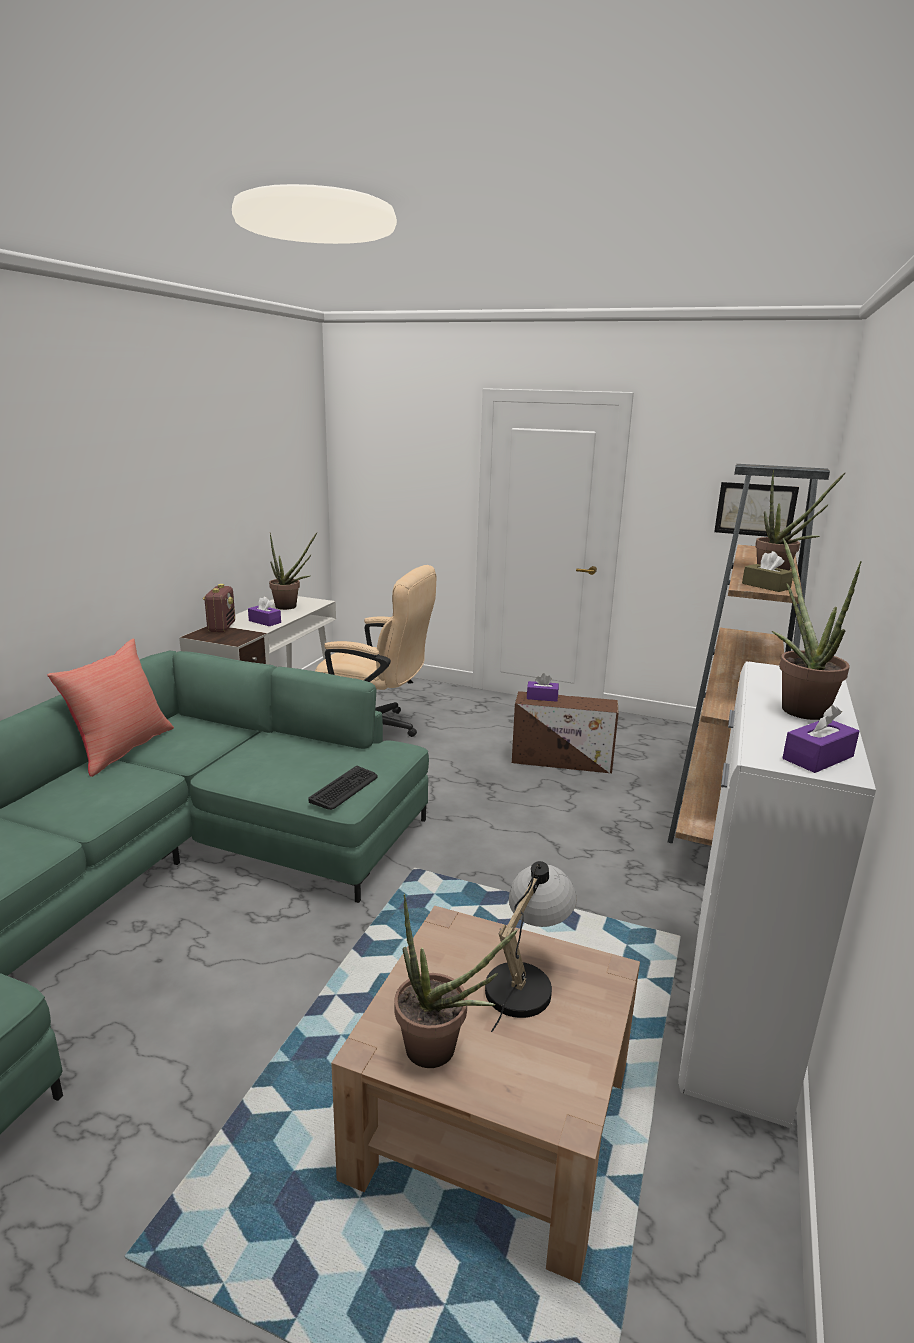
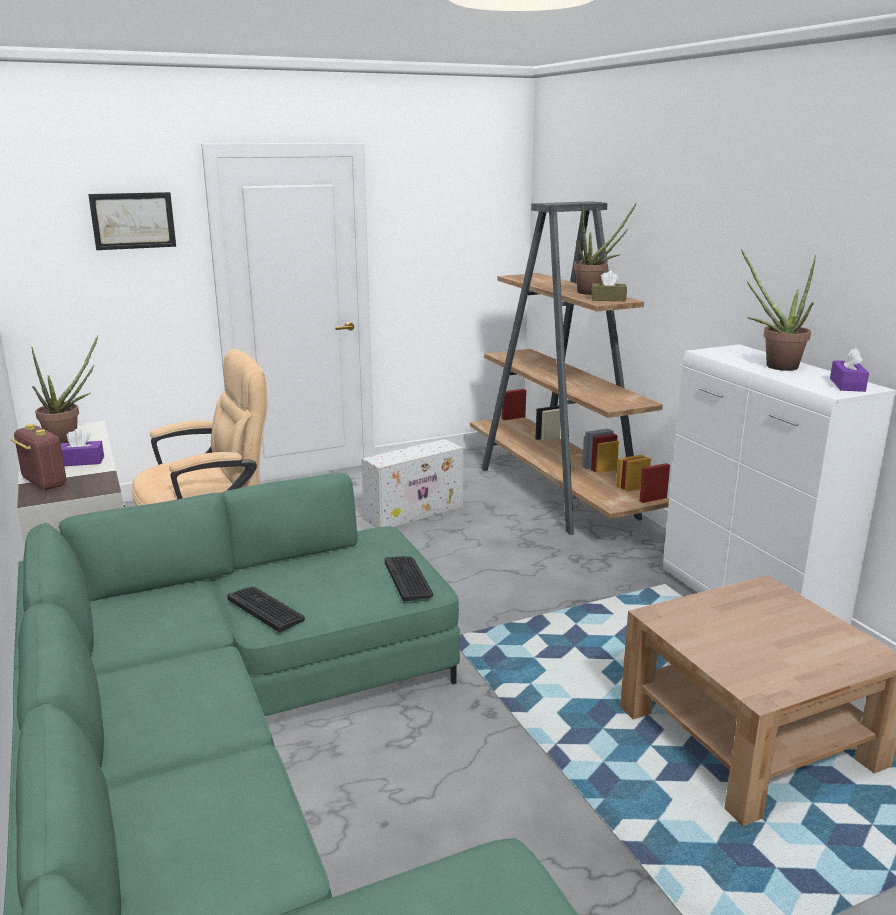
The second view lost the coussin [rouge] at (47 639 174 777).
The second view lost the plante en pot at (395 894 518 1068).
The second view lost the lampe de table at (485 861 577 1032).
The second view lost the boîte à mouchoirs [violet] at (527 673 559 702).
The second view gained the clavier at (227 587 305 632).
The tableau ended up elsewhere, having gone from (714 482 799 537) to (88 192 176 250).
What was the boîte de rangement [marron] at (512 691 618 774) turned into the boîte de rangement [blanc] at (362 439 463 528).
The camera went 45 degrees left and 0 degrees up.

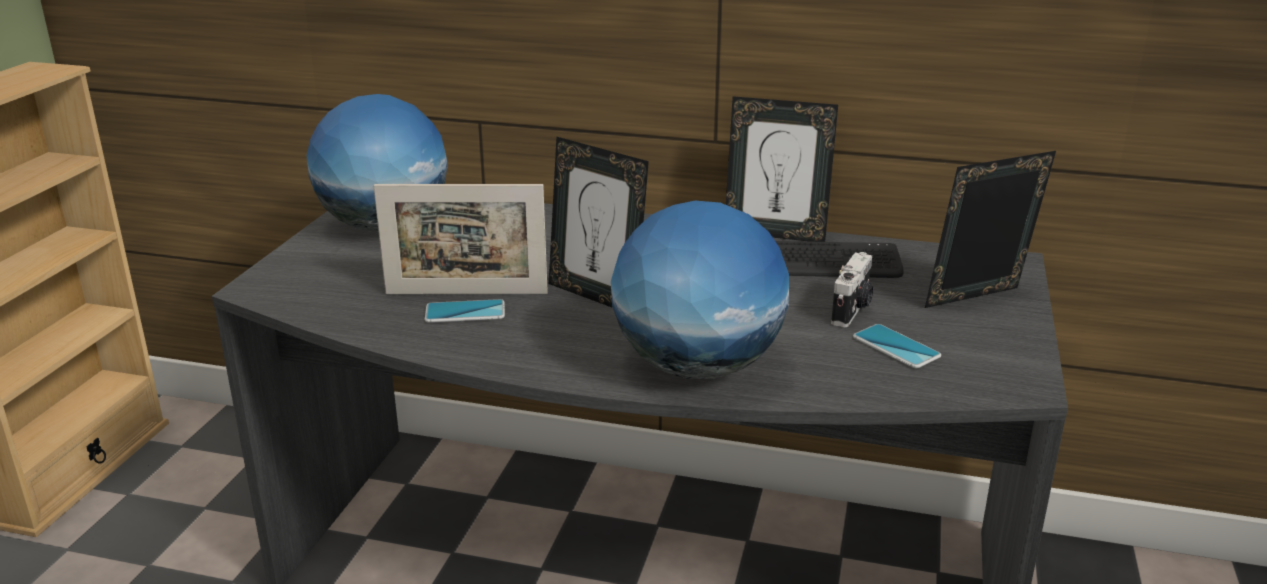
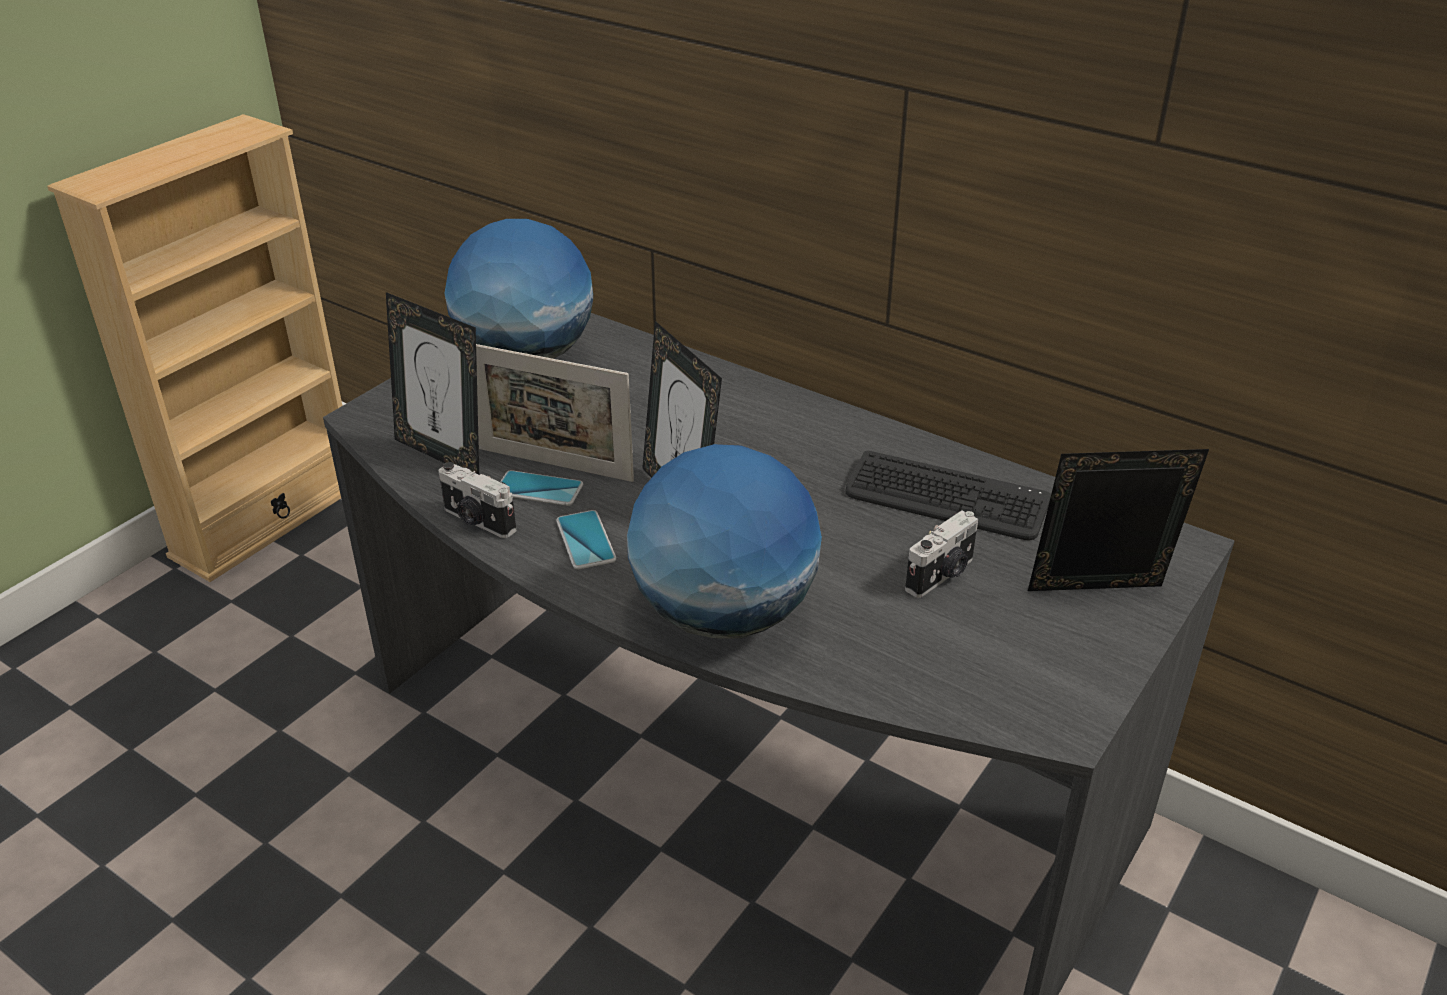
The second view gained the appareil photo at (438 462 516 538).
The cadre photo ended up elsewhere, having gone from (726 96 838 242) to (386 292 479 474).
The téléphone ended up elsewhere, having gone from (853 324 941 368) to (556 510 616 569).
The camera went 20 degrees right and 10 degrees up.

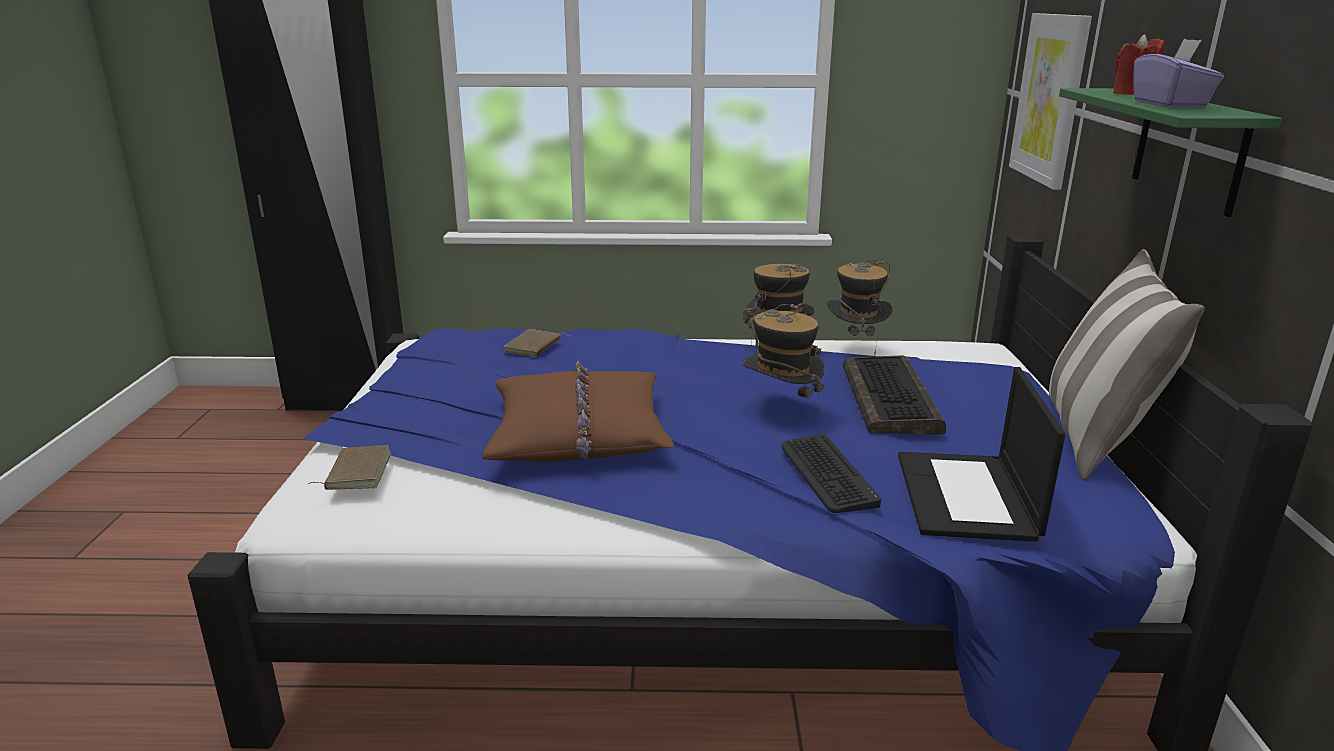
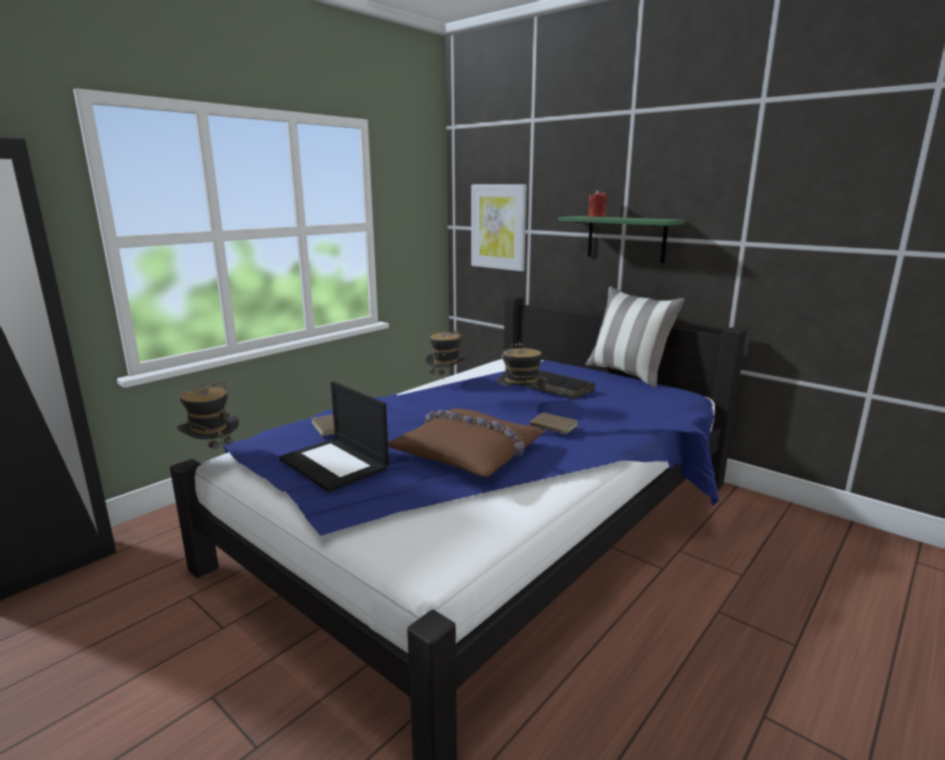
The second view lost the clavier at (782 434 881 513).
The second view lost the boîte à mouchoirs [violet] at (1133 39 1224 108).
The livre [marron] ended up elsewhere, having gone from (308 445 391 490) to (530 413 579 434).
The chapeau ended up elsewhere, having gone from (827 260 893 356) to (177 382 239 459).
The ordinateur portable ended up elsewhere, having gone from (898 367 1066 542) to (279 381 389 492).
The camera went 50 degrees left and 5 degrees down.

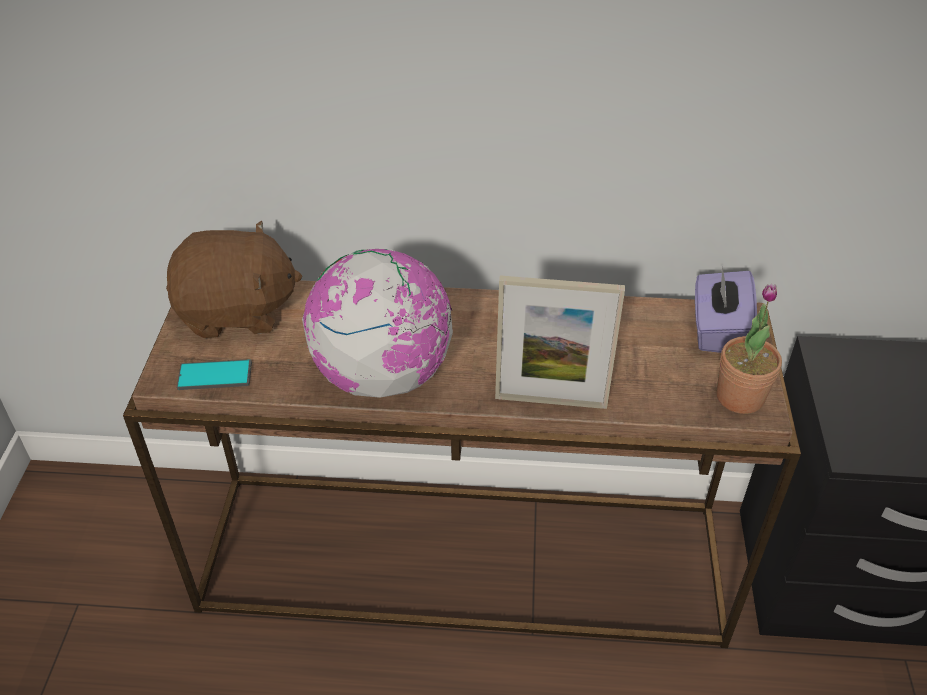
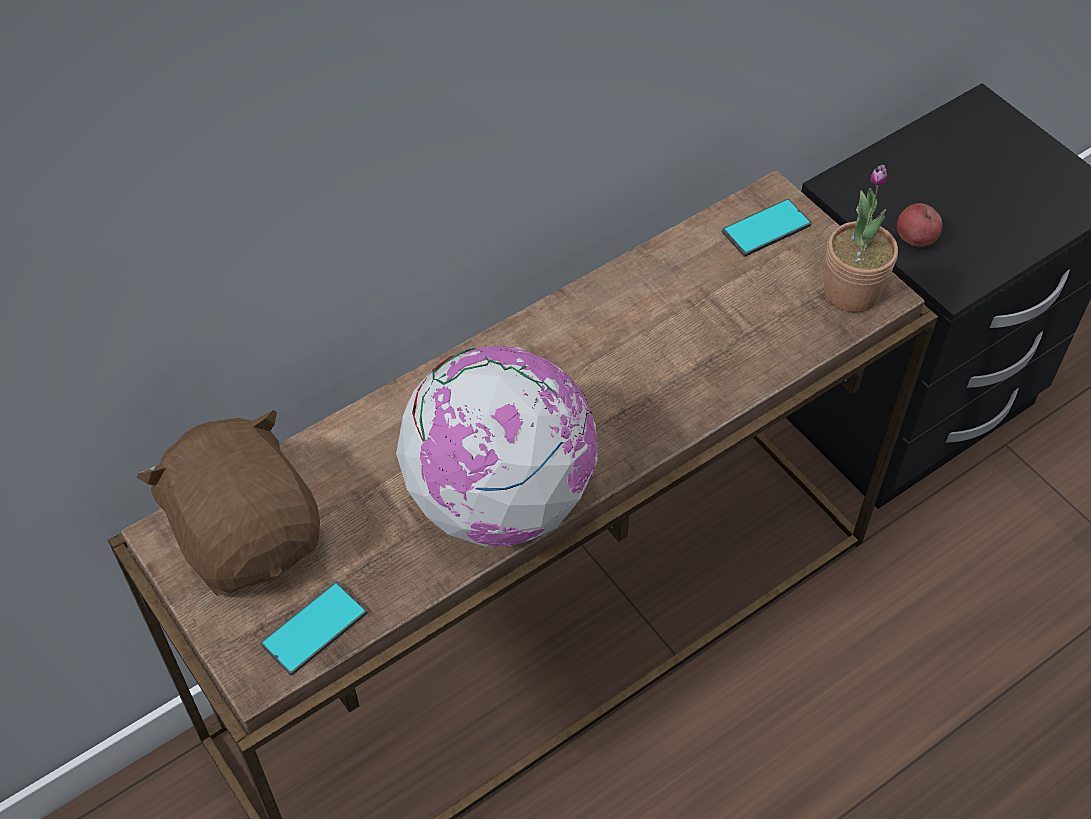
The second view lost the cadre photo at (495 275 625 409).
The second view gained the pomme at (897 203 942 247).
Where the boîte à mouchoirs [violet] stood at (695 266 757 353), the téléphone came to stand at (722 199 811 257).
The peluche [marron] at (166 221 302 339) ended up facing another way, 75 degrees counterclockwise from before.
The camera went 40 degrees left and 10 degrees up.

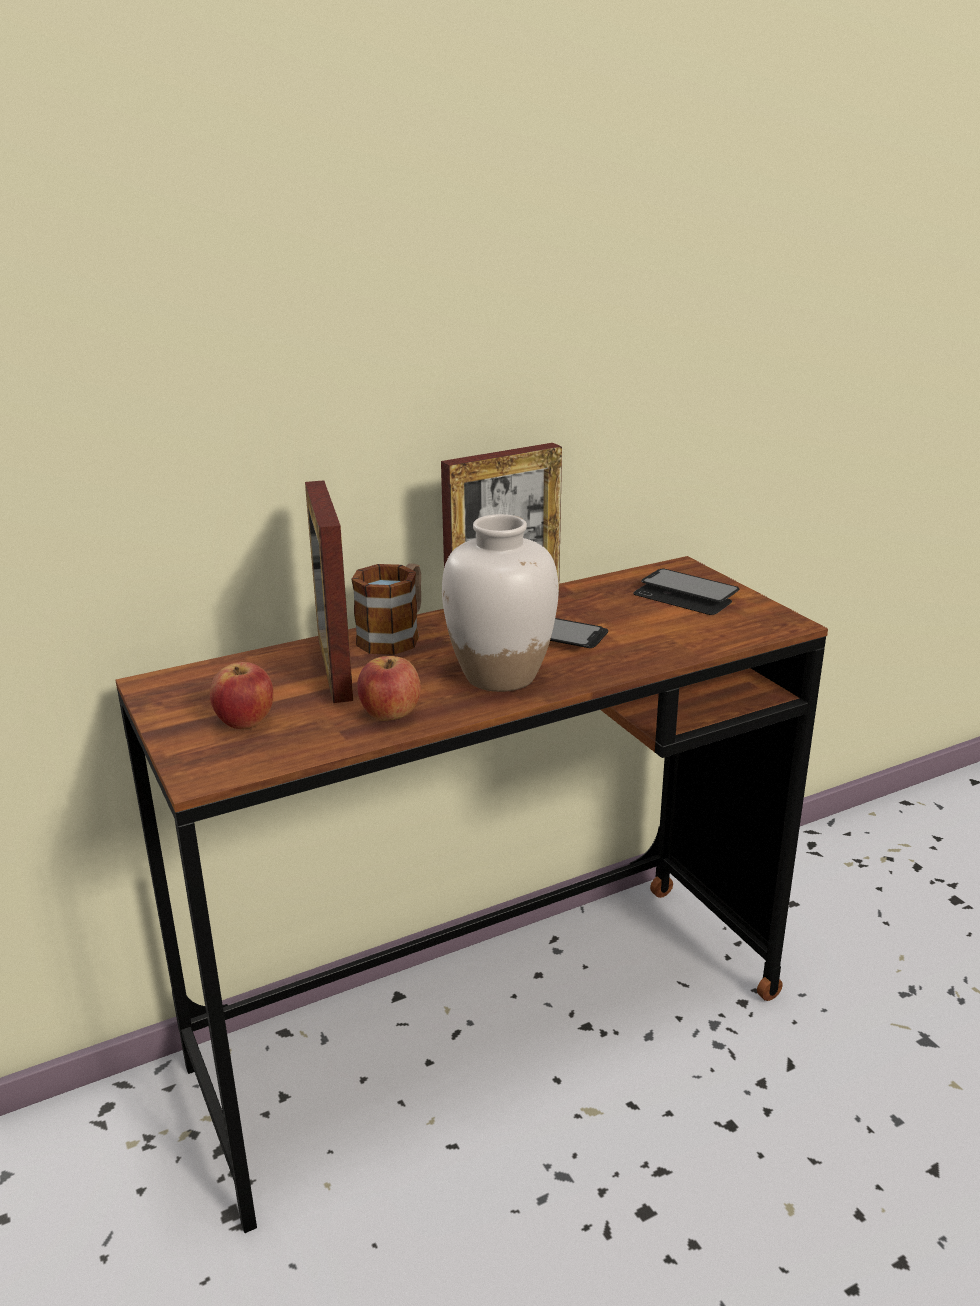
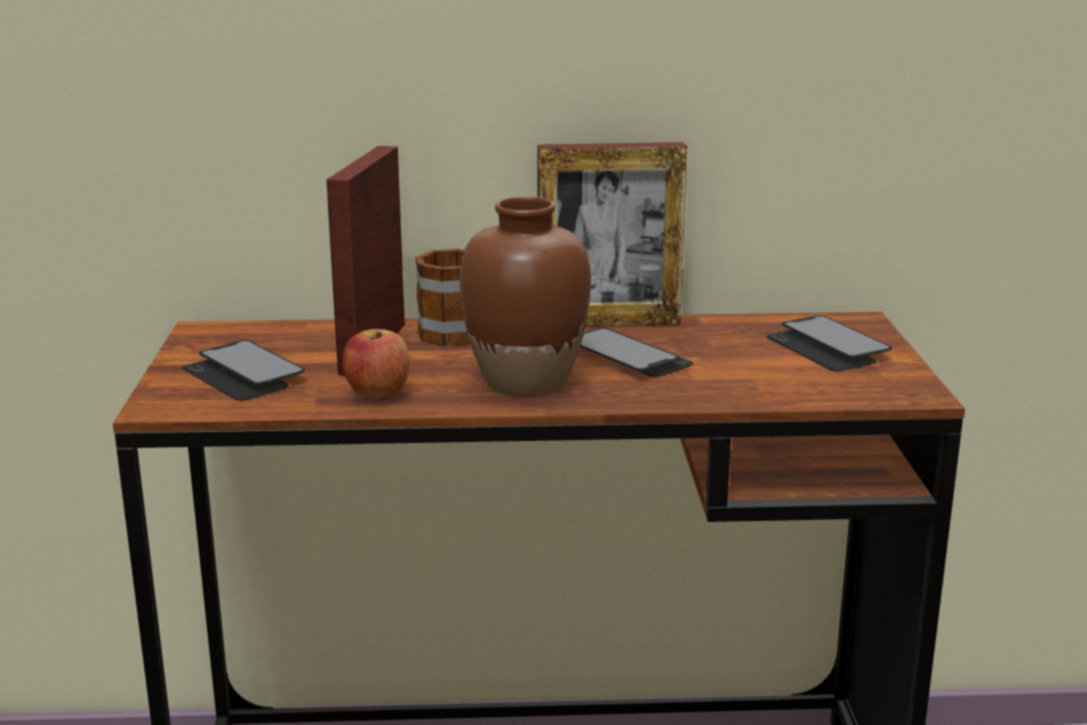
Where the pomme stood at (210 662 273 729), the téléphone came to stand at (182 340 305 400).
What was the vase [blanc] at (442 514 559 692) turned into the vase [marron] at (460 197 591 397).
The camera went 25 degrees right and 5 degrees down.

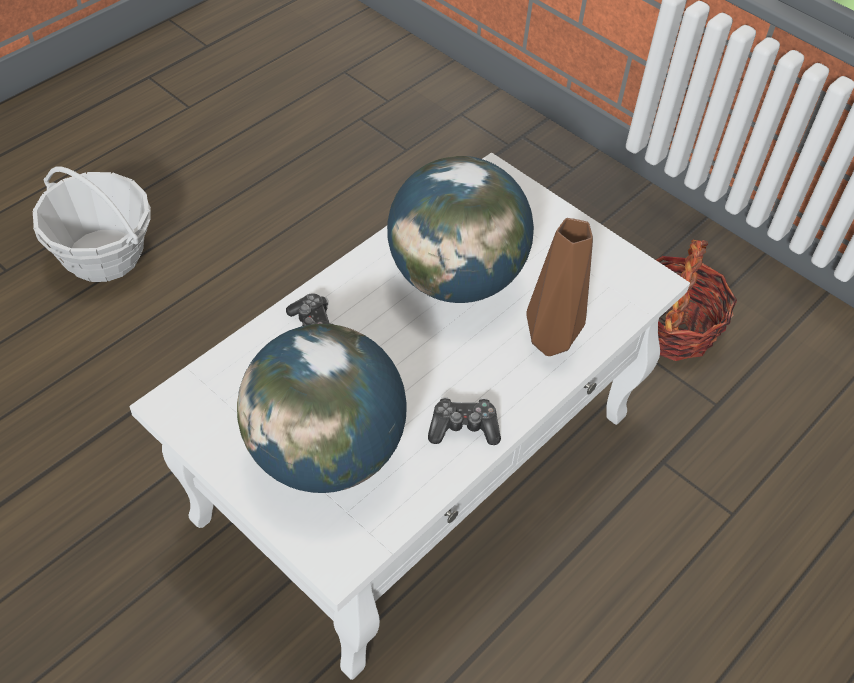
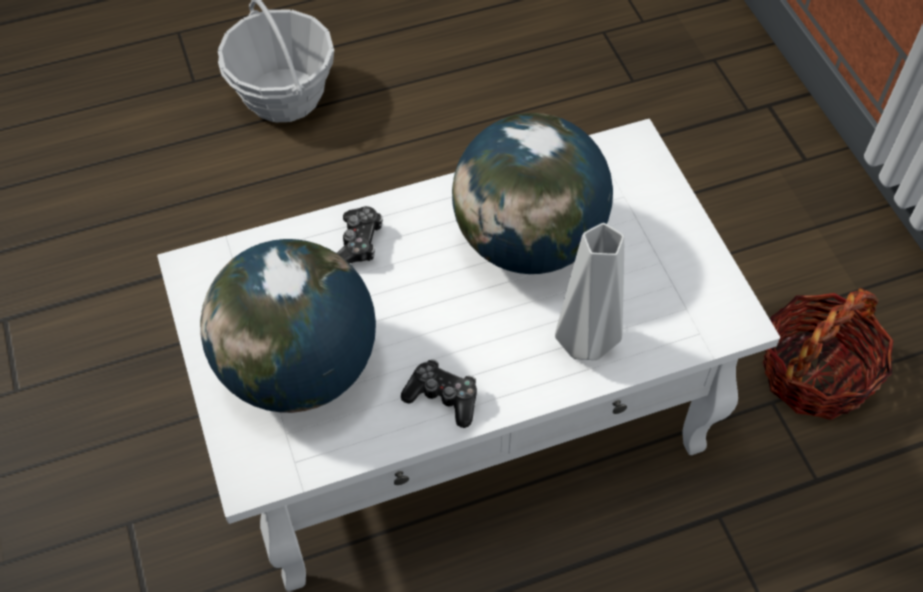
What was the vase [marron] at (526 218 593 356) turned into the vase [gris] at (555 223 624 360).
The camera went 30 degrees right and 5 degrees up.

